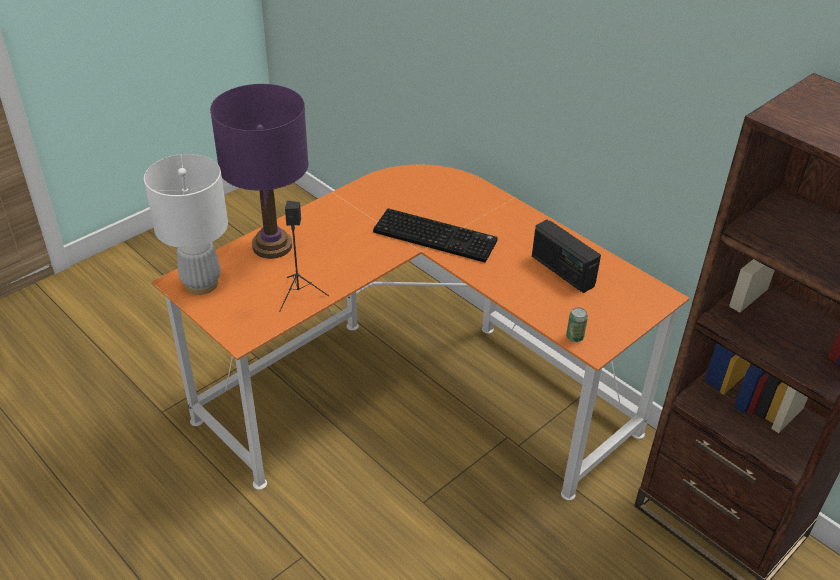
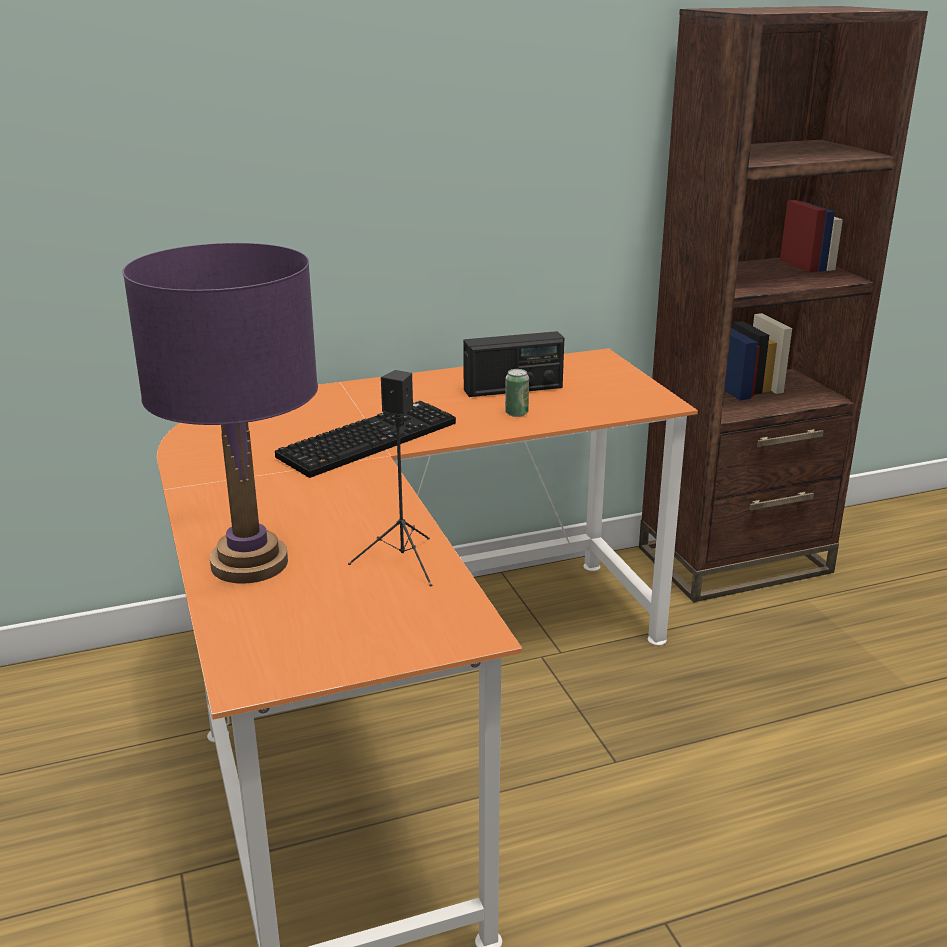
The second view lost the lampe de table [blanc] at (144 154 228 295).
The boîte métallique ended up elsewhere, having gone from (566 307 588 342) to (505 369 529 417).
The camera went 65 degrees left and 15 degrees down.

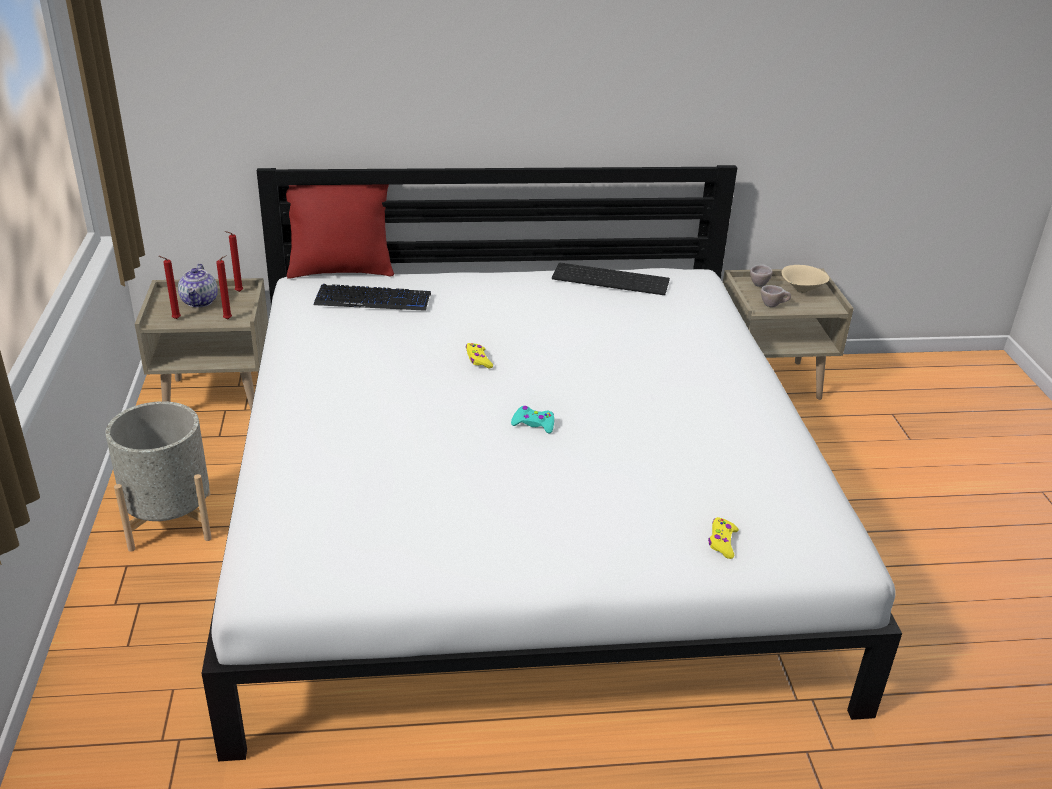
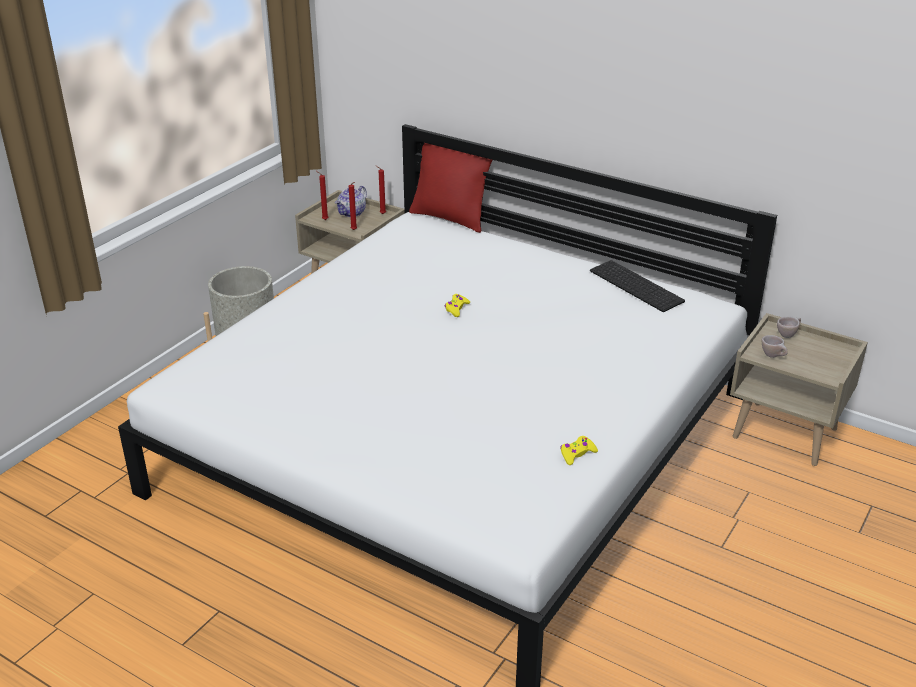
The second view lost the clavier at (314 284 431 311).
The second view lost the manette [turquoise] at (511 406 554 434).
The second view lost the bol [beige] at (781 265 829 293).
The manette [jaune] ended up elsewhere, having gone from (708 517 739 559) to (560 436 598 465).
The camera went 40 degrees right and 0 degrees up.

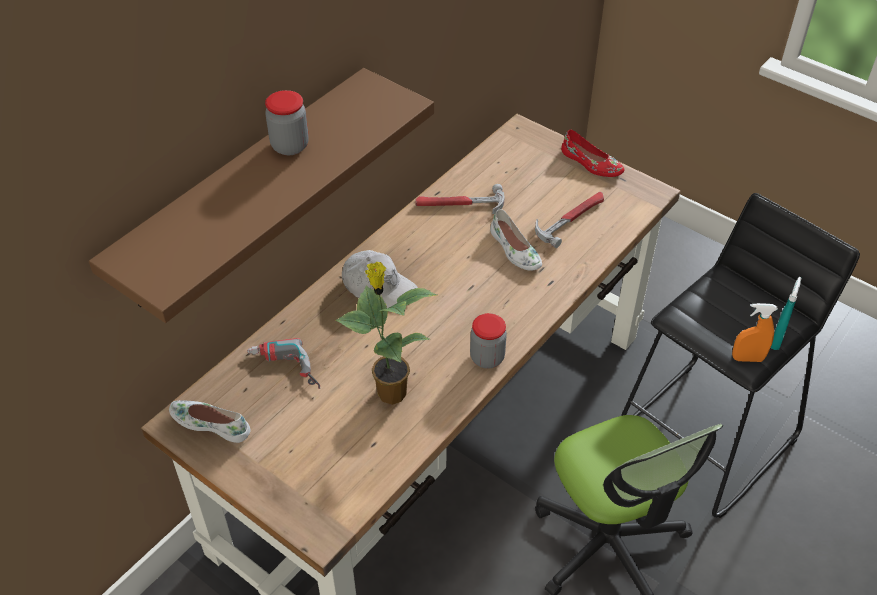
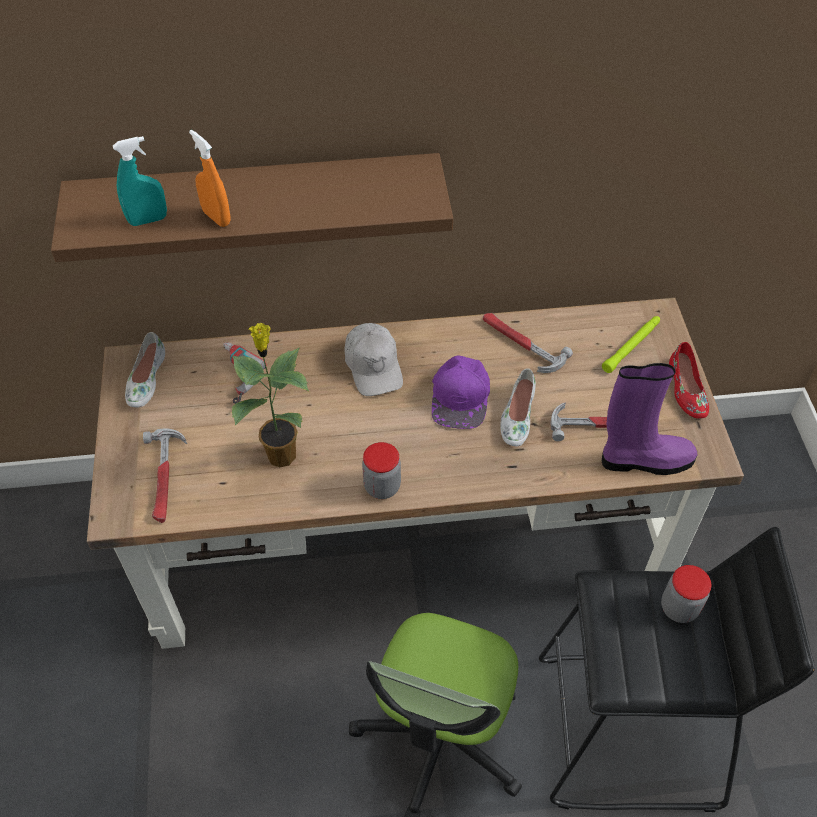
The second view gained the marteau at (143 428 187 523).
The second view gained the casquette [violet] at (432 355 490 429).
The second view gained the lampe de poche [vert] at (602 316 660 373).
The second view gained the botte [violet] at (602 363 697 475).
The bocal ended up elsewhere, having gone from (265 90 309 155) to (661 565 712 623).
The vaporisateur [orange] ended up elsewhere, having gone from (732 303 778 362) to (189 130 230 227).
The vaporisateur [turquoise] ended up elsewhere, having gone from (771 277 801 350) to (113 136 167 226).
The chaussure [blanc] at (169 400 250 443) ended up facing another way, 150 degrees counterclockwise from before.
The camera went 45 degrees right and 5 degrees up.

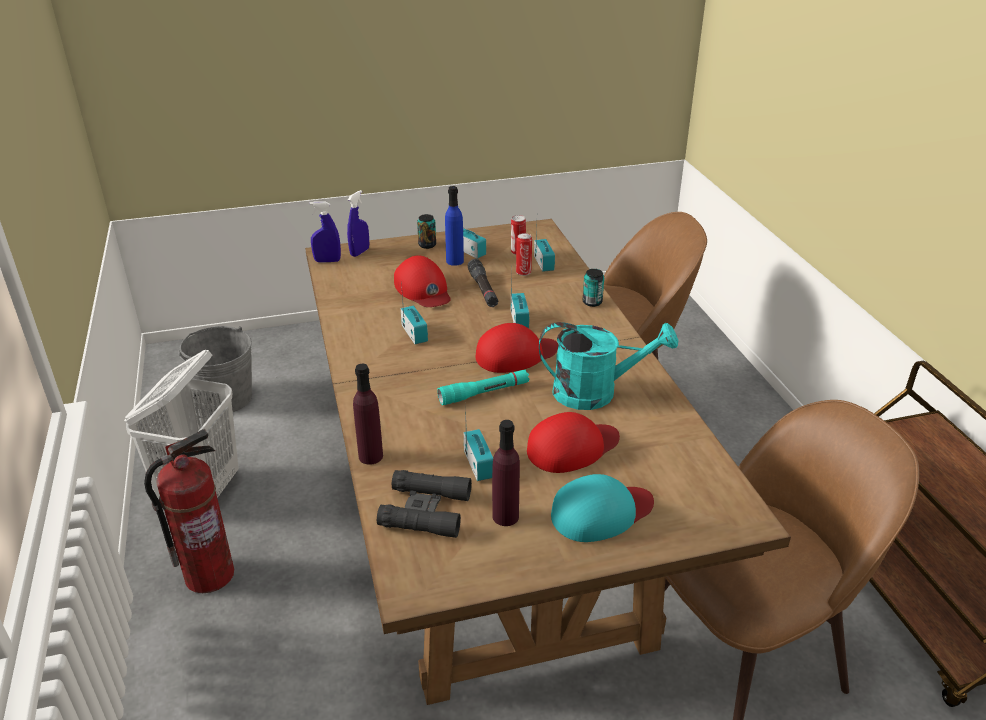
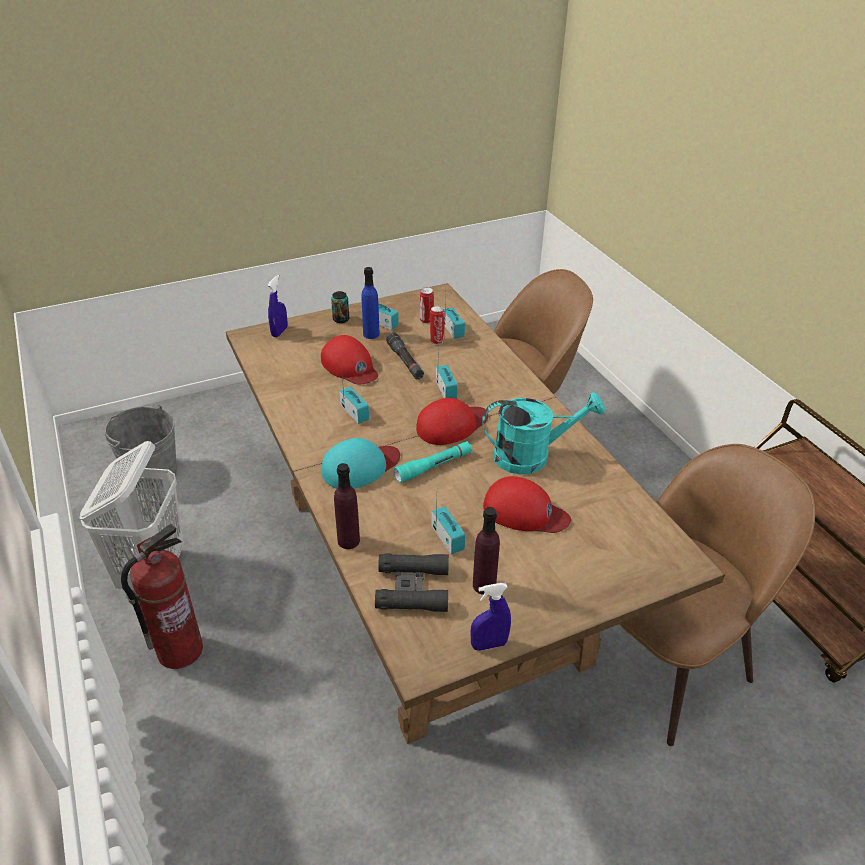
The second view lost the boîte métallique at (583 269 604 307).
The vaporisateur [bleu] ended up elsewhere, having gone from (310 201 341 263) to (470 583 511 651).
The casquette [turquoise] ended up elsewhere, having gone from (551 474 654 542) to (322 438 400 489).
The casquette [rouge] at (527 412 620 473) ended up facing another way, 60 degrees clockwise from before.
The camera went 10 degrees left and 5 degrees up.

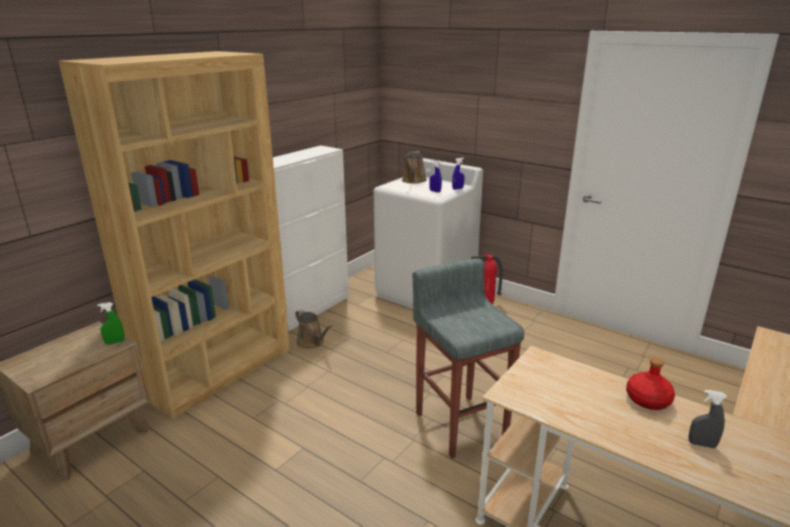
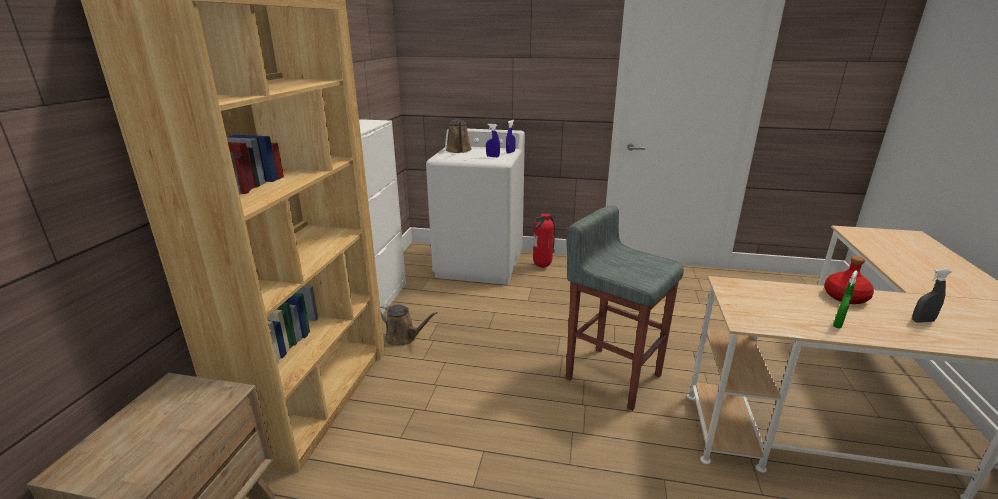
The vaporisateur [vert] ended up elsewhere, having gone from (97 302 124 344) to (833 270 858 328).
The camera went 25 degrees left and 0 degrees up.

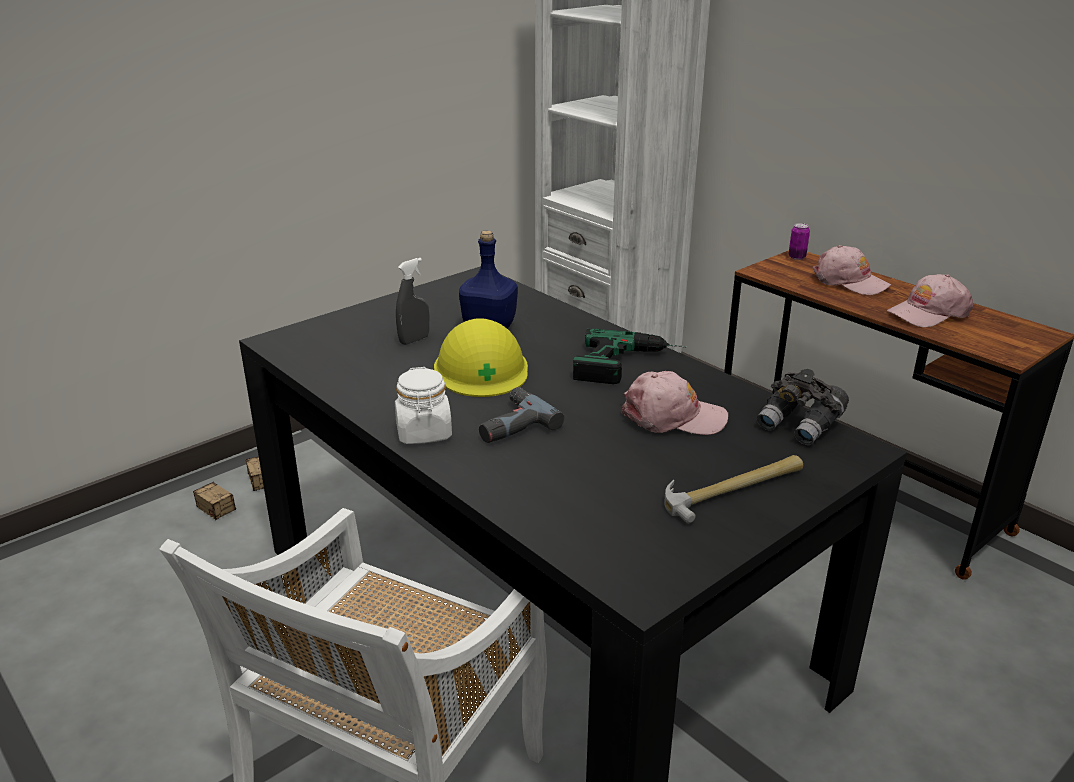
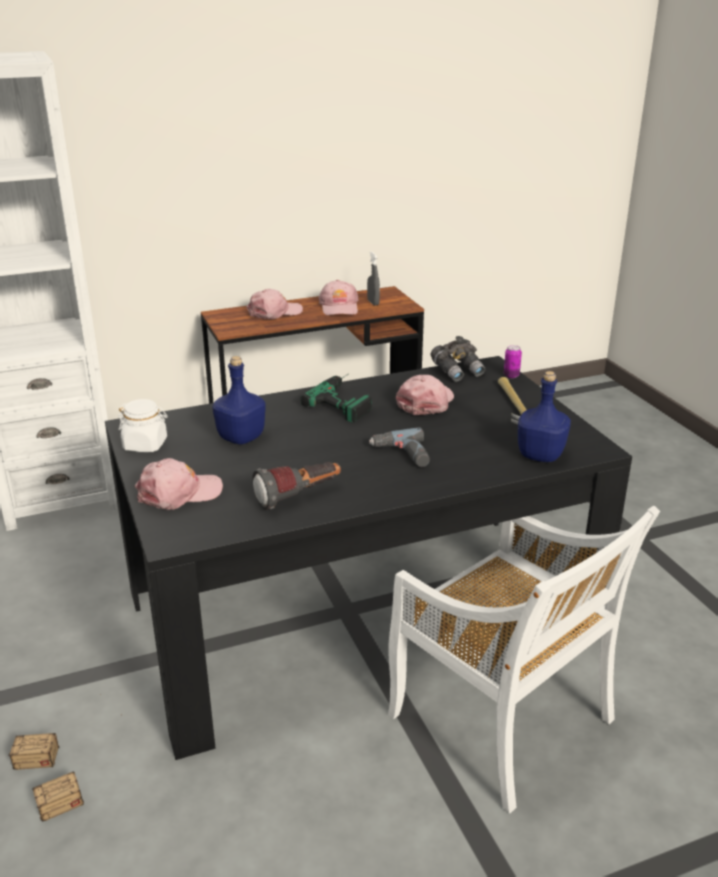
The second view lost the casque de chantier [jaune] at (434 318 528 397).
The second view gained the casquette [rose] at (135 458 223 510).
The second view gained the lampe de poche at (252 462 341 510).
The second view gained the bouteille [bleu] at (518 371 571 462).
The bocal [blanc] ended up elsewhere, having gone from (395 367 452 444) to (118 399 167 452).
The vaporisateur [gris] ended up elsewhere, having gone from (396 258 429 345) to (367 251 380 306).
The boîte métallique ended up elsewhere, having gone from (788 223 810 260) to (504 345 522 378).
The camera went 70 degrees left and 0 degrees up.

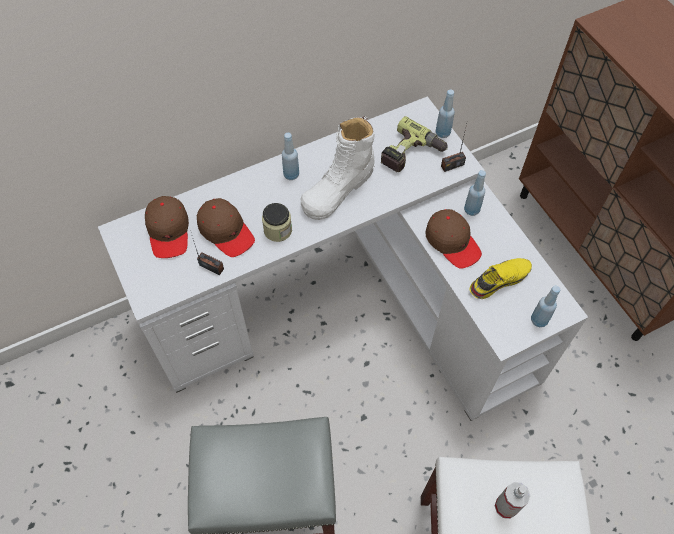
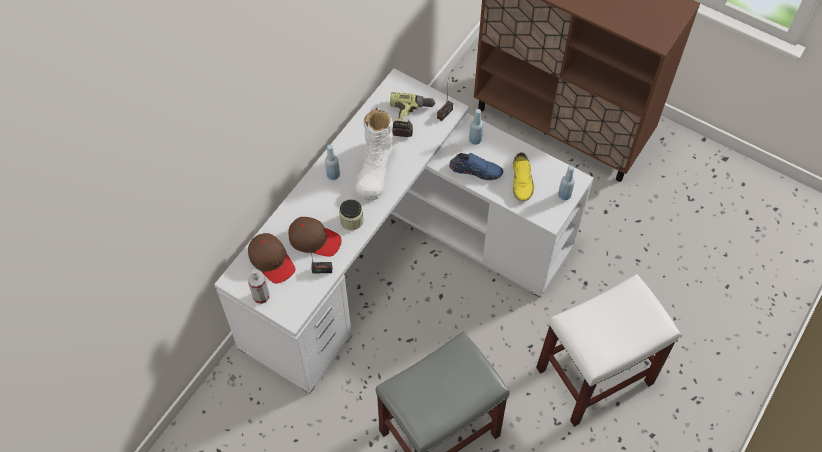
The second view lost the bouteille [bleu] at (436 89 455 138).
The vaporisateur ended up elsewhere, having gone from (495 482 531 519) to (248 269 269 304).
Where the casquette [marron] stood at (425 209 482 269), the chaussure [bleu] came to stand at (449 153 503 180).
The chaussure [jaune] at (470 258 532 299) ended up facing another way, 150 degrees clockwise from before.
The camera went 30 degrees left and 0 degrees up.

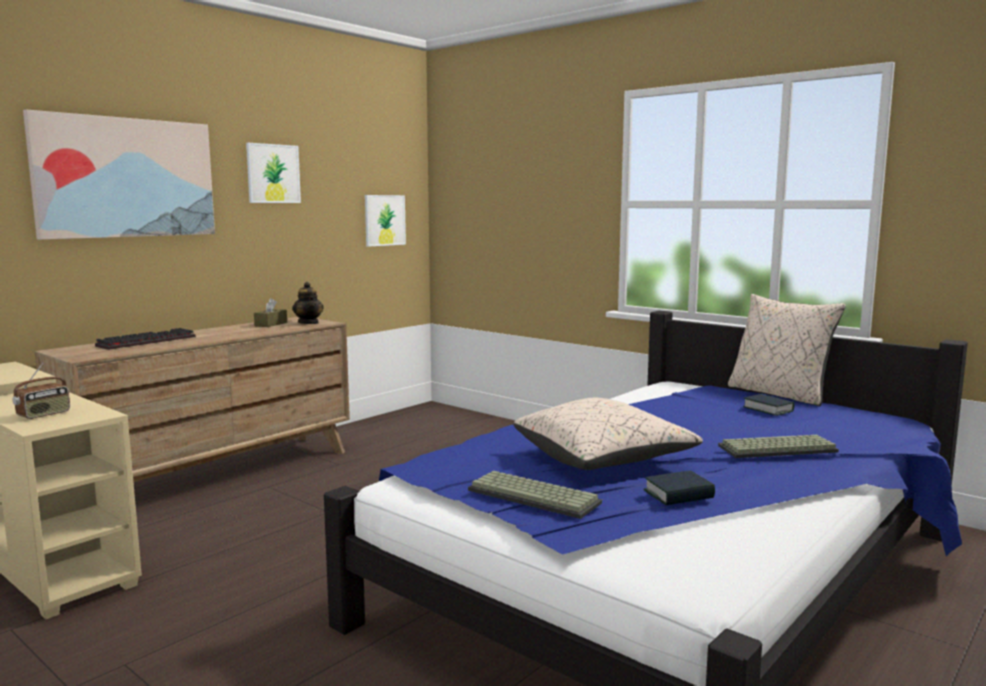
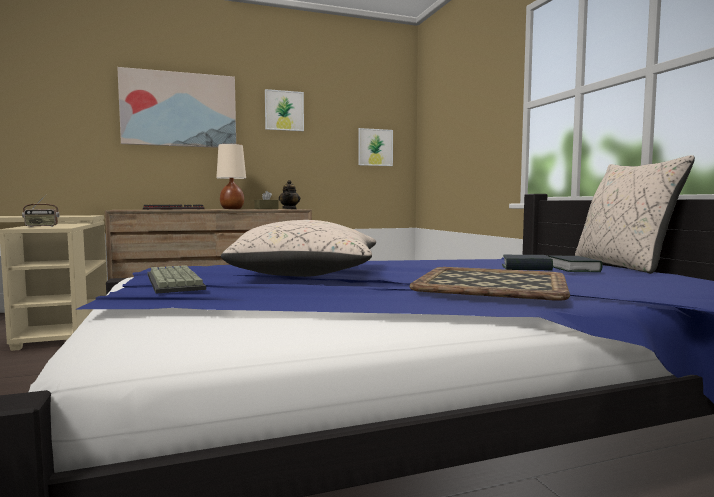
The second view gained the lampe de table [beige] at (216 144 246 209).
The livre ended up elsewhere, having gone from (643 471 715 505) to (502 255 553 270).
Where the clavier stood at (718 435 839 458), the plateau came to stand at (409 267 570 301).
The camera went 30 degrees right and 5 degrees down.

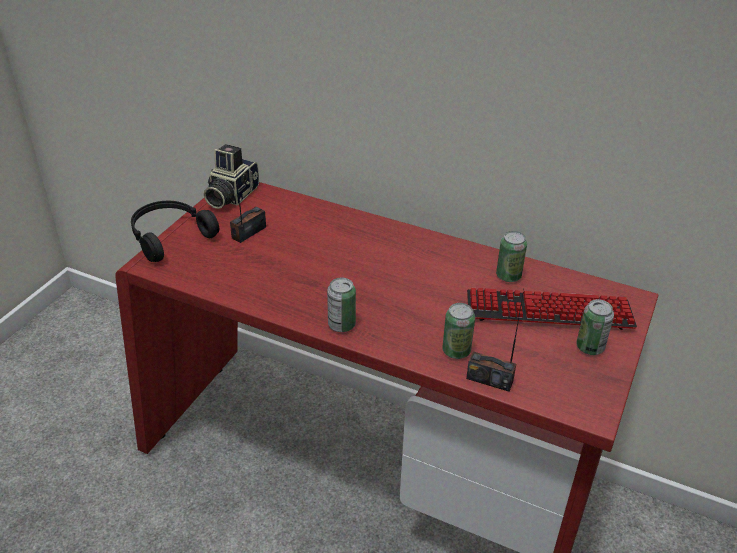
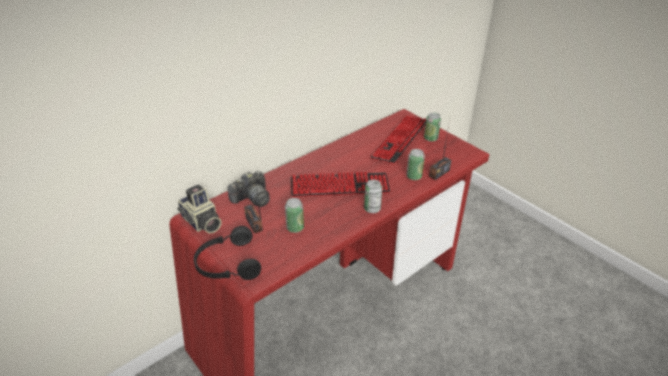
The second view gained the appareil photo at (228 171 270 207).
The second view gained the clavier at (291 172 390 197).
The boîte métallique ended up elsewhere, having gone from (496 231 527 282) to (285 198 304 233).
The camera went 65 degrees left and 0 degrees up.

